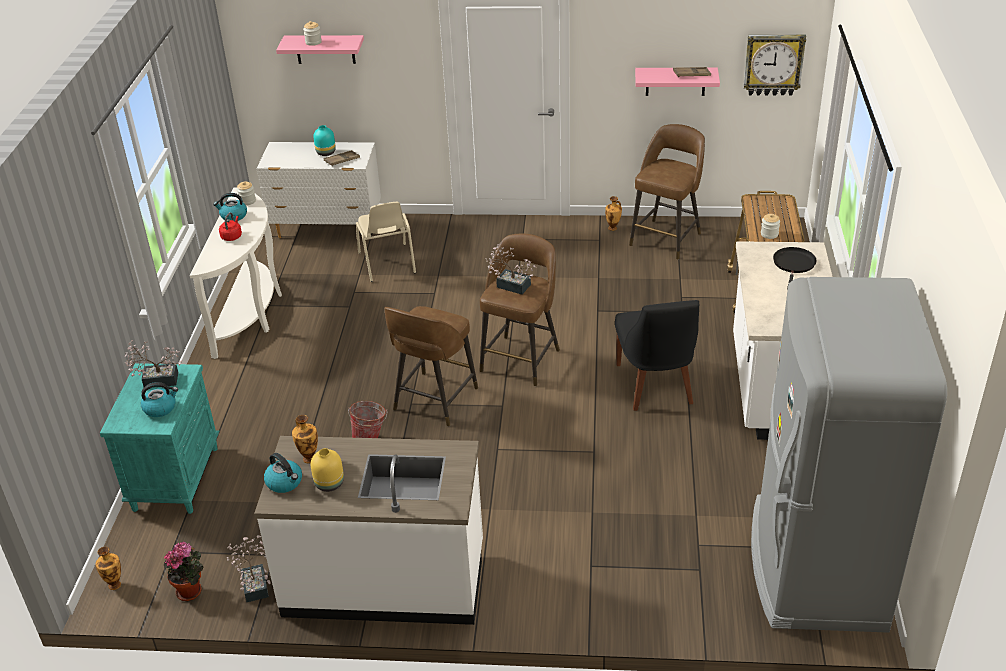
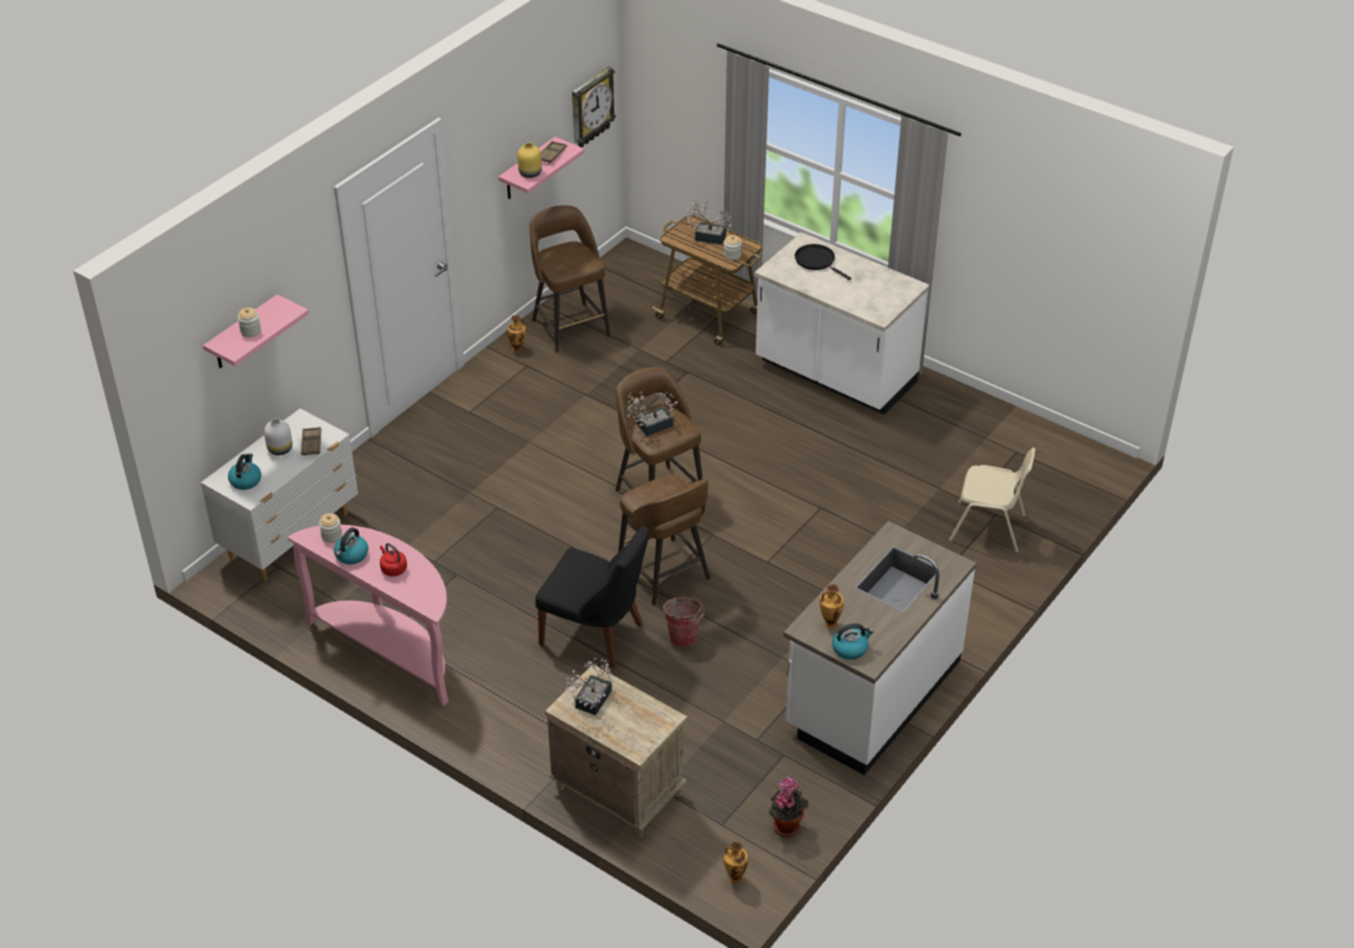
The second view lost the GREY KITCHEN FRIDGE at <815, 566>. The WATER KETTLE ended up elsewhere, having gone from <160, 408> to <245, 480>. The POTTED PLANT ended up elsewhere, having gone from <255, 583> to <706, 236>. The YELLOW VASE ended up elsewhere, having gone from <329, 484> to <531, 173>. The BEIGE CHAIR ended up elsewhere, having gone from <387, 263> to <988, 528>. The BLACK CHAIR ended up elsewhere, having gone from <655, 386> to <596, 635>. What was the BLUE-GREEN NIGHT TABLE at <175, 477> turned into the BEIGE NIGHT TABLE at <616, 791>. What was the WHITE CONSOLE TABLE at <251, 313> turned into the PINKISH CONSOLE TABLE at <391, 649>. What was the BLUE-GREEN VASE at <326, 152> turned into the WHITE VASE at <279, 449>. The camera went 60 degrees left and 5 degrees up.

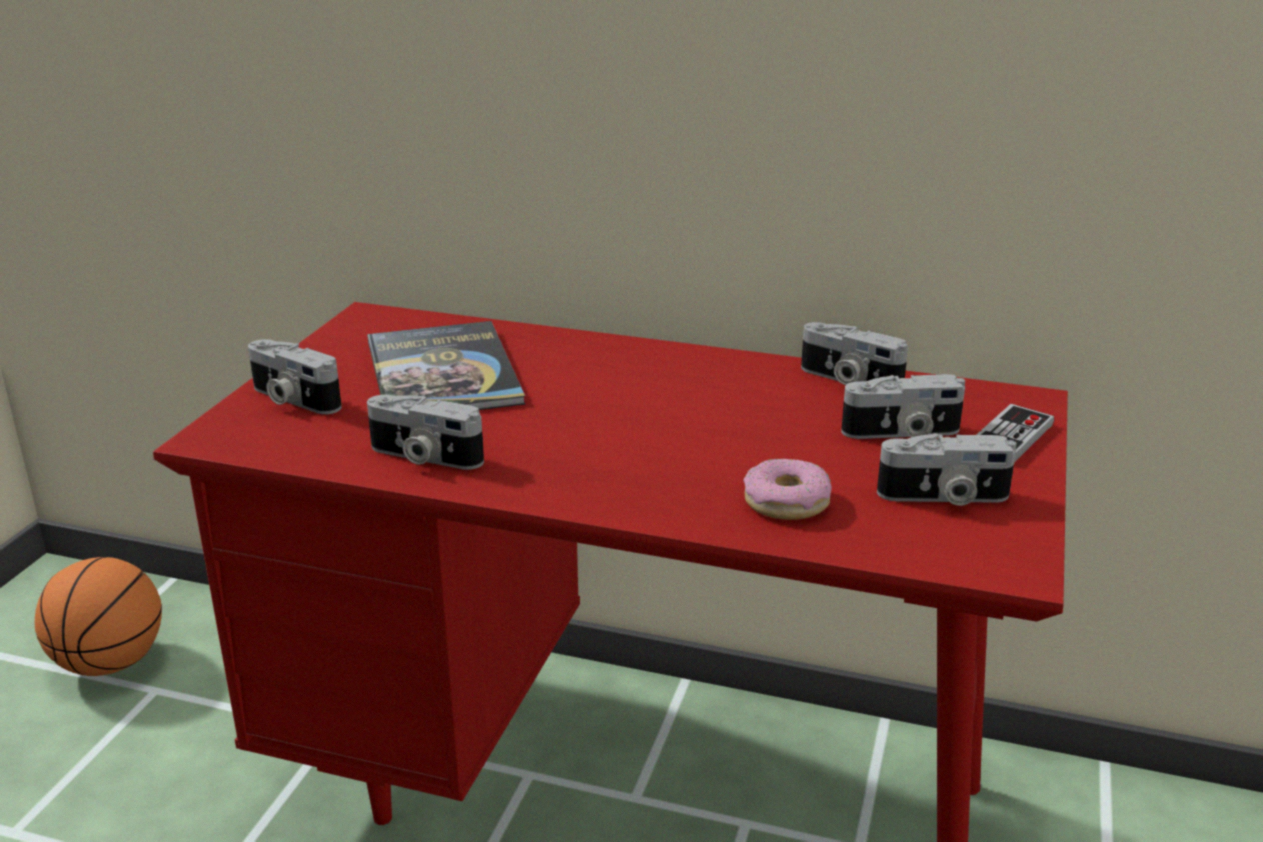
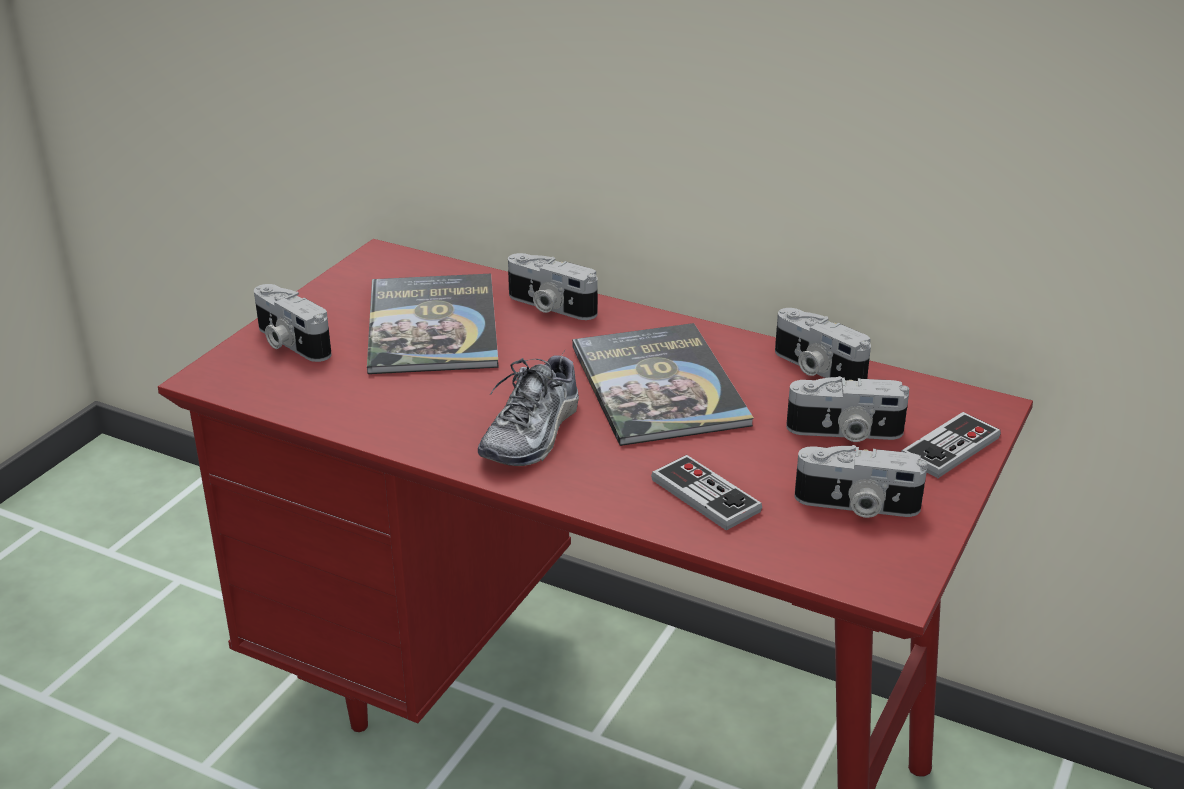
The second view lost the BALL FOR BASKETBALL at <110, 663>. The second view gained the LOW SHOE at <532, 433>. The second view gained the VOLUME at <659, 386>. The STILL CAMERA ended up elsewhere, having gone from <423, 457> to <549, 306>. Where the DOUGHNUT stood at <786, 502>, the JOYPAD came to stand at <705, 495>. The camera went 10 degrees right and 5 degrees up.

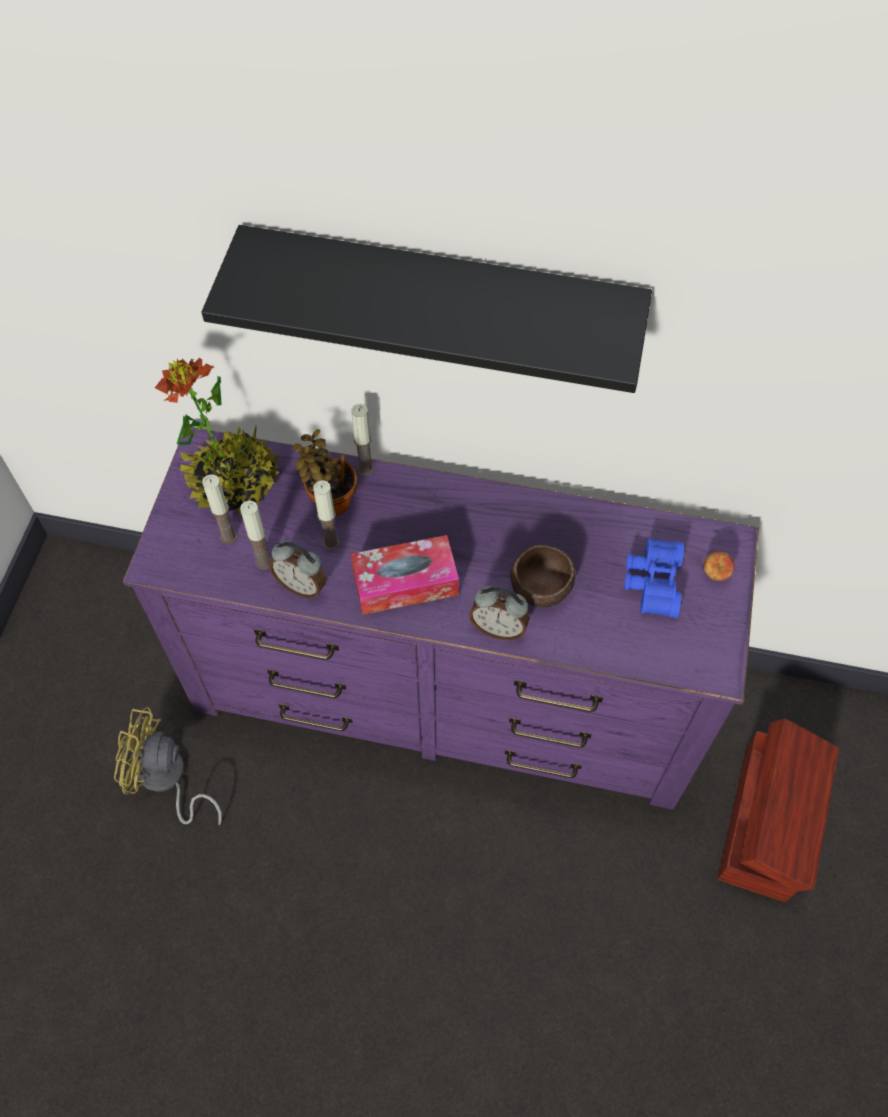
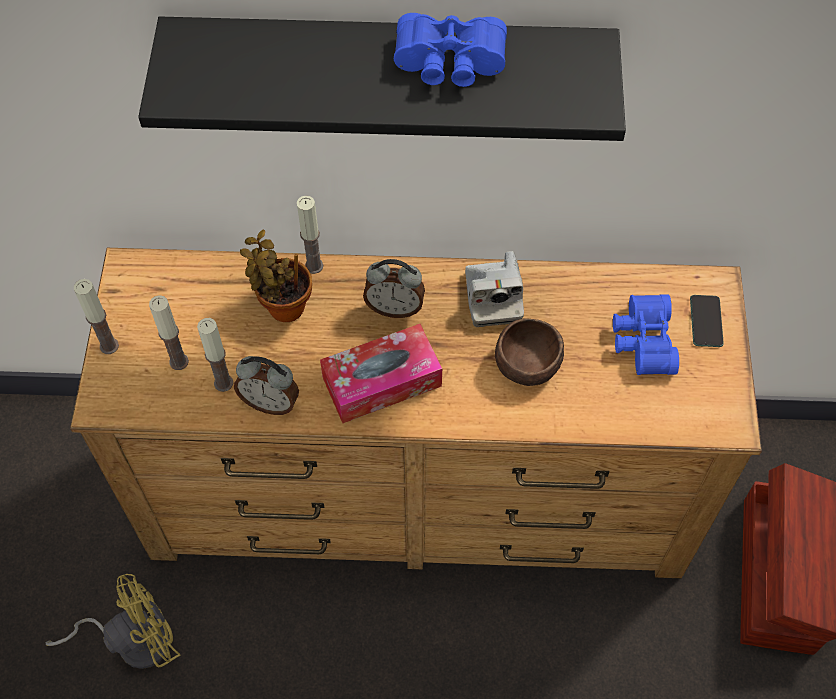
The second view lost the POTTED PLANT at <234, 482>. The second view gained the BLUISH BINOCULARS at <449, 65>. The second view gained the STILL CAMERA at <493, 297>. The CANDLE ended up elsewhere, having gone from <331, 542> to <109, 346>. The BEDSIDE CLOCK ended up elsewhere, having gone from <498, 628> to <394, 307>. Where the WHOLE APPLE stood at <715, 573>, the TELEPHONE came to stand at <706, 321>. What was the PURPLE DRAWER CHEST at <445, 690> turned into the BROWNISH DRAWER CHEST at <418, 492>. The YELLOW FAN at <166, 780> ended up facing another way, 150 degrees clockwise from before. The camera went 10 degrees left and 0 degrees up.

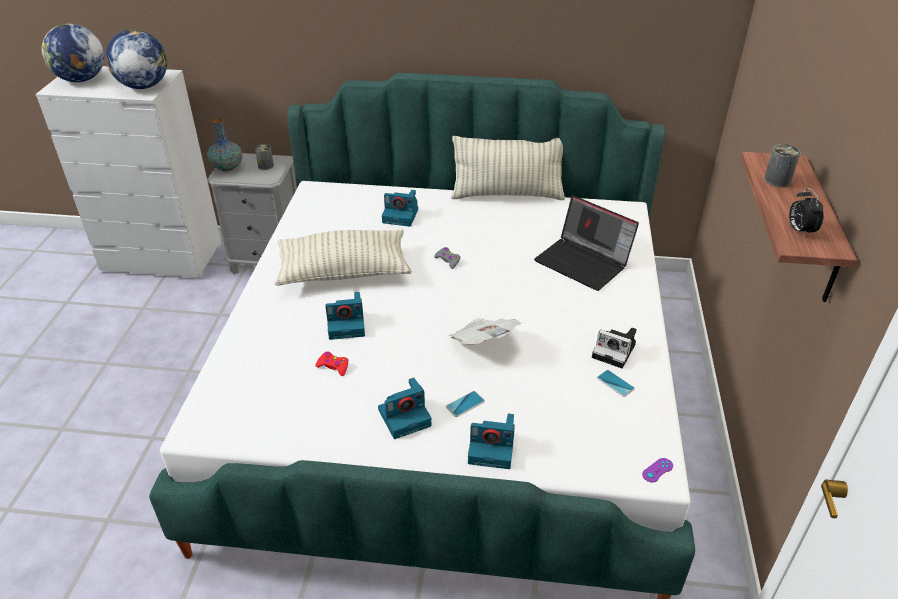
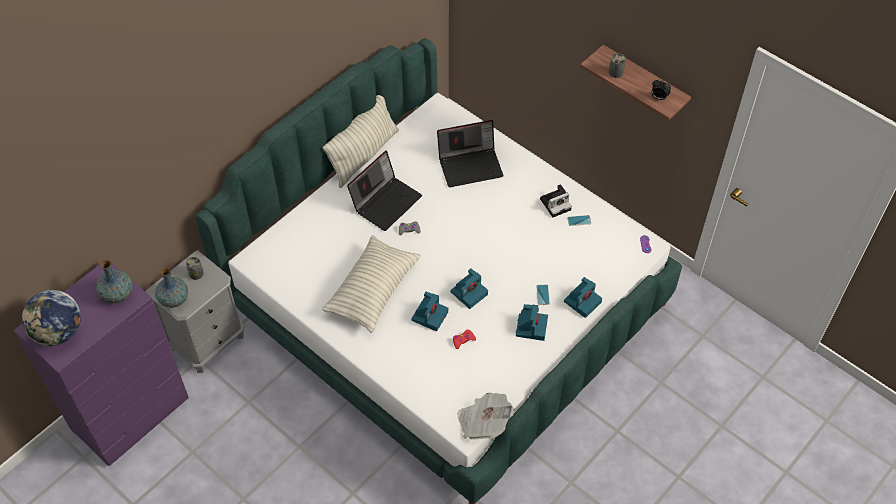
The second view gained the PORTABLE COMPUTER at <386, 201>. The STILL CAMERA ended up elsewhere, having gone from <401, 216> to <469, 292>. The NEWSPAPER ended up elsewhere, having gone from <483, 343> to <483, 423>. Where the DESK GLOBE stood at <143, 86>, the VASE came to stand at <117, 294>. What was the WHITE DRAWER CHEST at <163, 258> turned into the PURPLE DRAWER CHEST at <131, 413>. The camera went 55 degrees left and 15 degrees up.

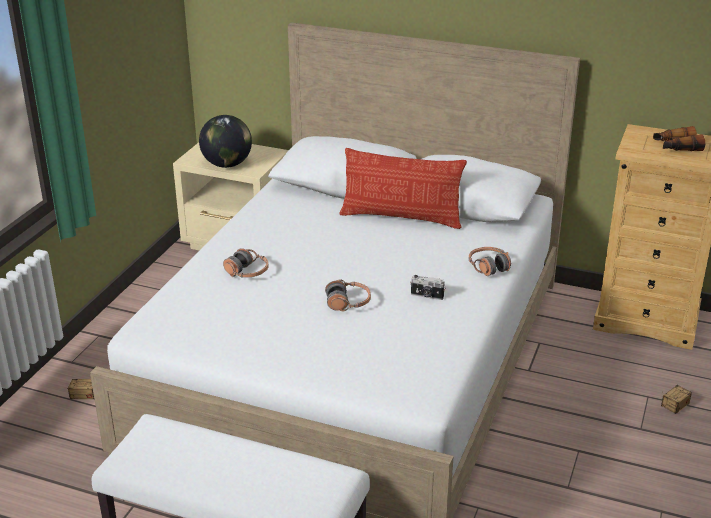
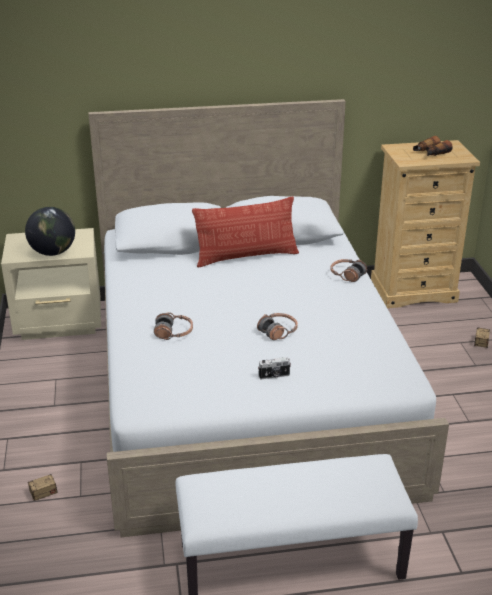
The STILL CAMERA ended up elsewhere, having gone from <427, 296> to <274, 376>. The camera went 30 degrees left and 0 degrees up.

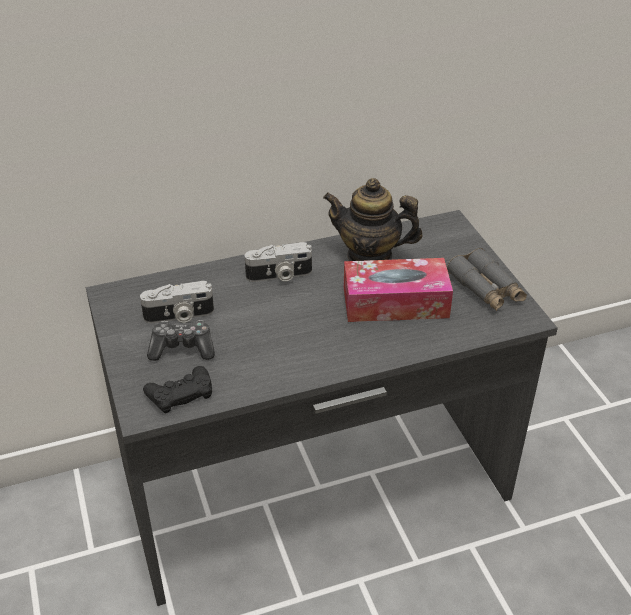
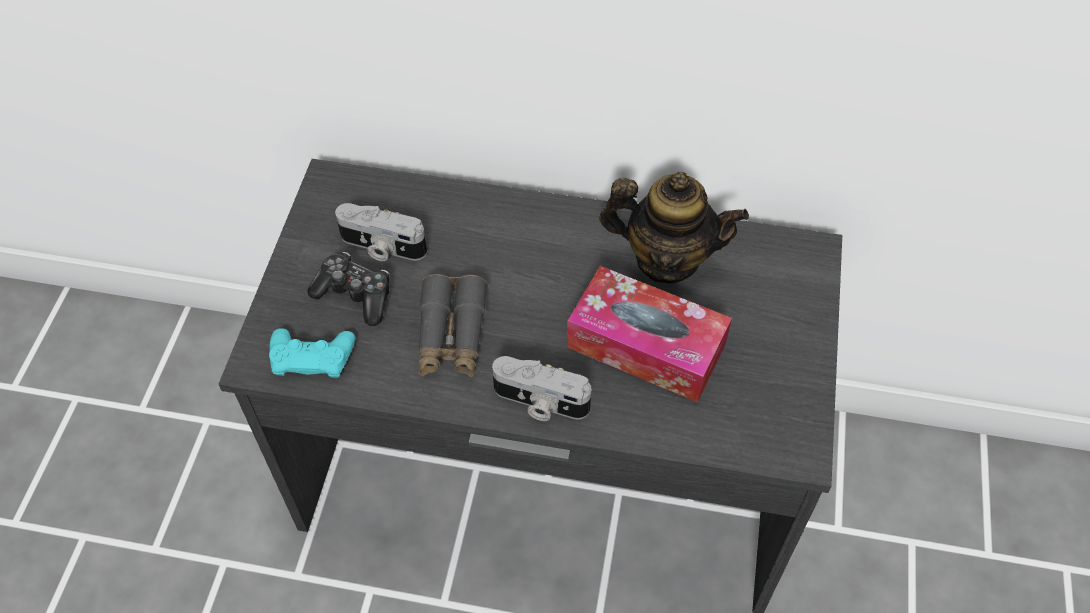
The STILL CAMERA ended up elsewhere, having gone from <279, 276> to <539, 402>. The GREY BINOCULARS ended up elsewhere, having gone from <486, 289> to <451, 335>. What was the BLACK JOYPAD at <180, 393> turned into the BLUE-GREEN JOYPAD at <312, 356>. The POT FOR TEA at <370, 256> ended up facing another way, 150 degrees clockwise from before. The camera went 30 degrees right and 15 degrees up.

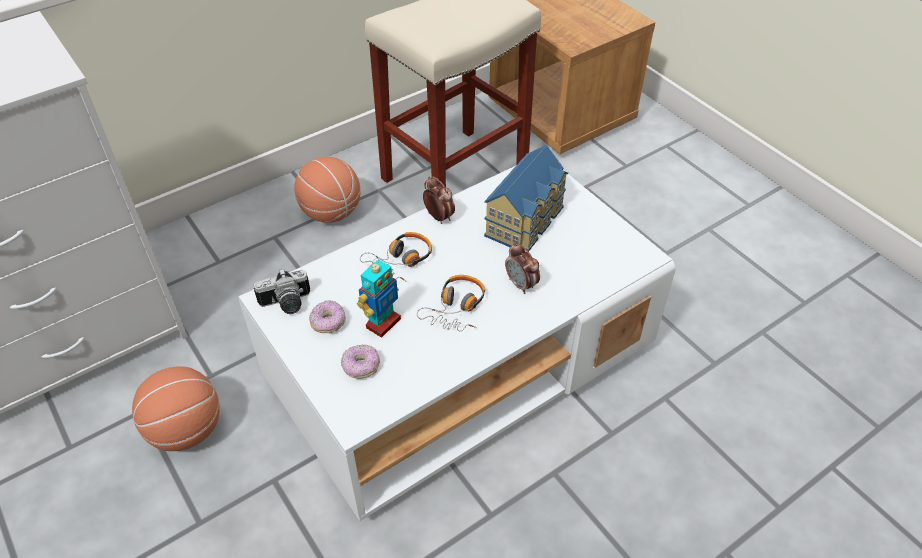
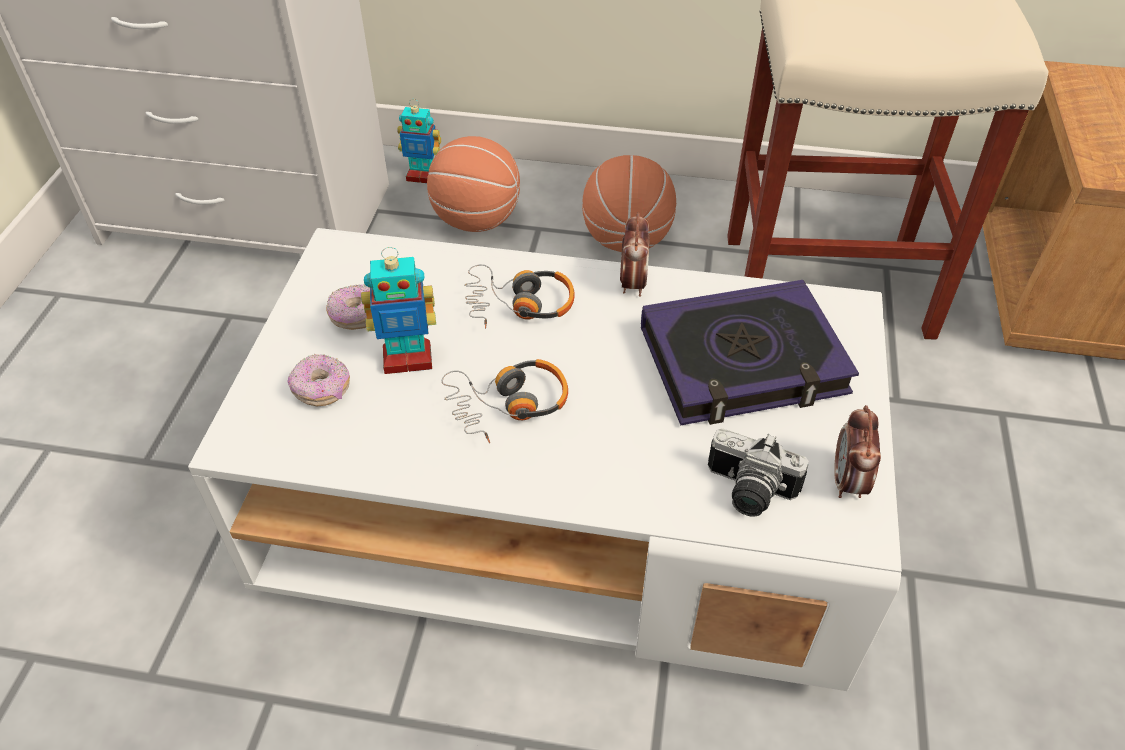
The second view gained the MODEL ROBOT at <423, 176>. The BALL FOR BASKETBALL ended up elsewhere, having gone from <186, 430> to <476, 220>. The STILL CAMERA ended up elsewhere, having gone from <286, 304> to <747, 492>. The BEDSIDE CLOCK ended up elsewhere, having gone from <521, 284> to <848, 482>. Where the TOY HOUSE stood at <527, 220>, the VOLUME came to stand at <743, 362>. The camera went 45 degrees right and 0 degrees up.

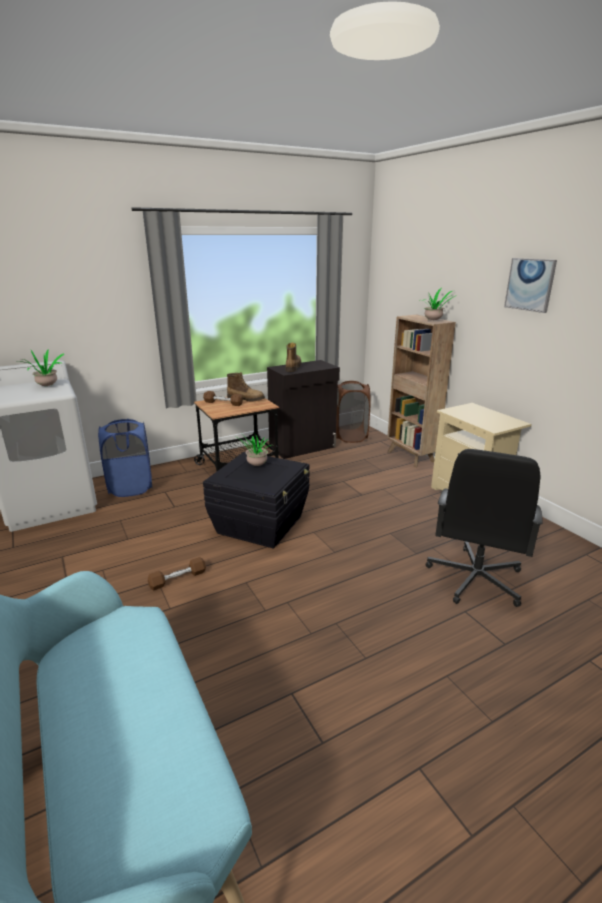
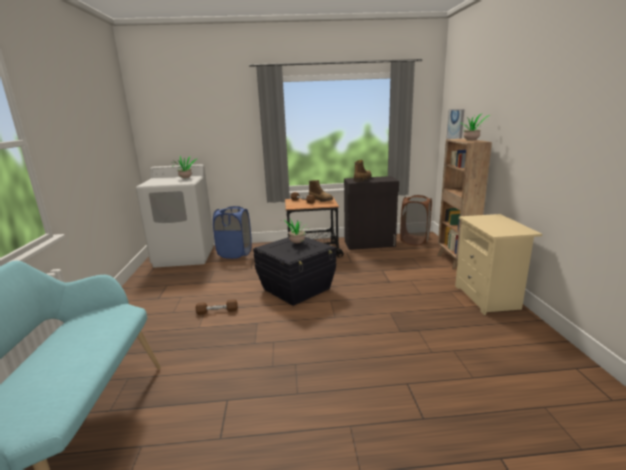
The second view lost the BLACK OFFICE CHAIR at <474, 579>. The PICTURE ended up elsewhere, having gone from <530, 284> to <456, 125>. The camera went 25 degrees right and 5 degrees down.

